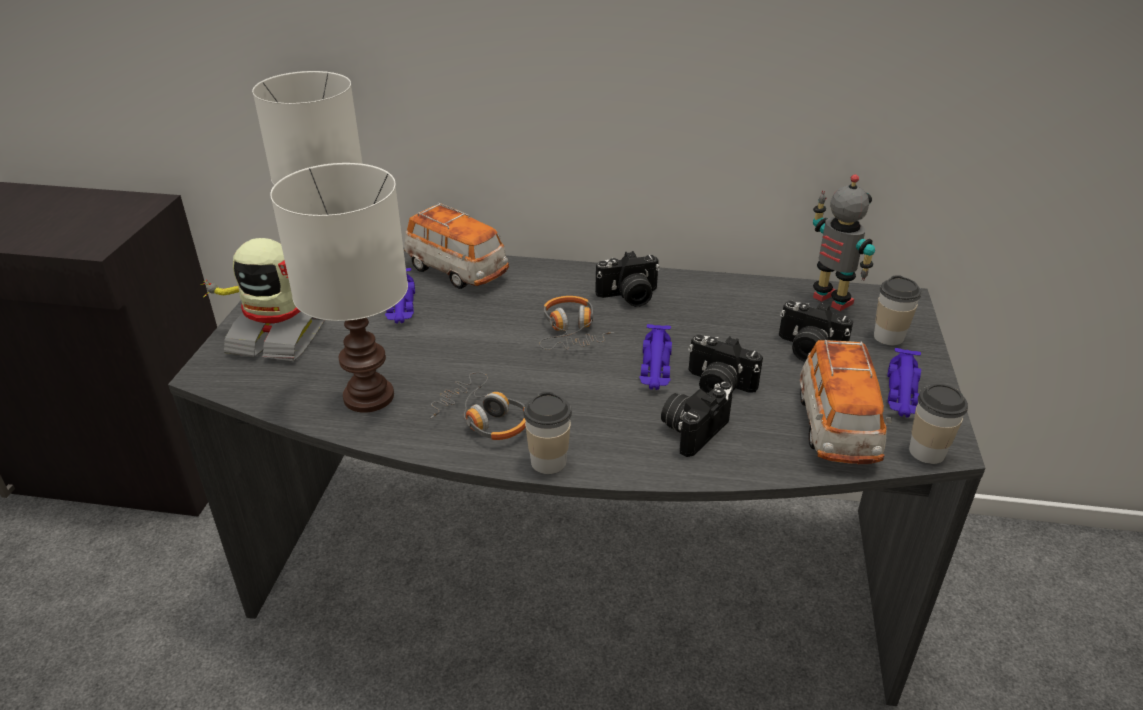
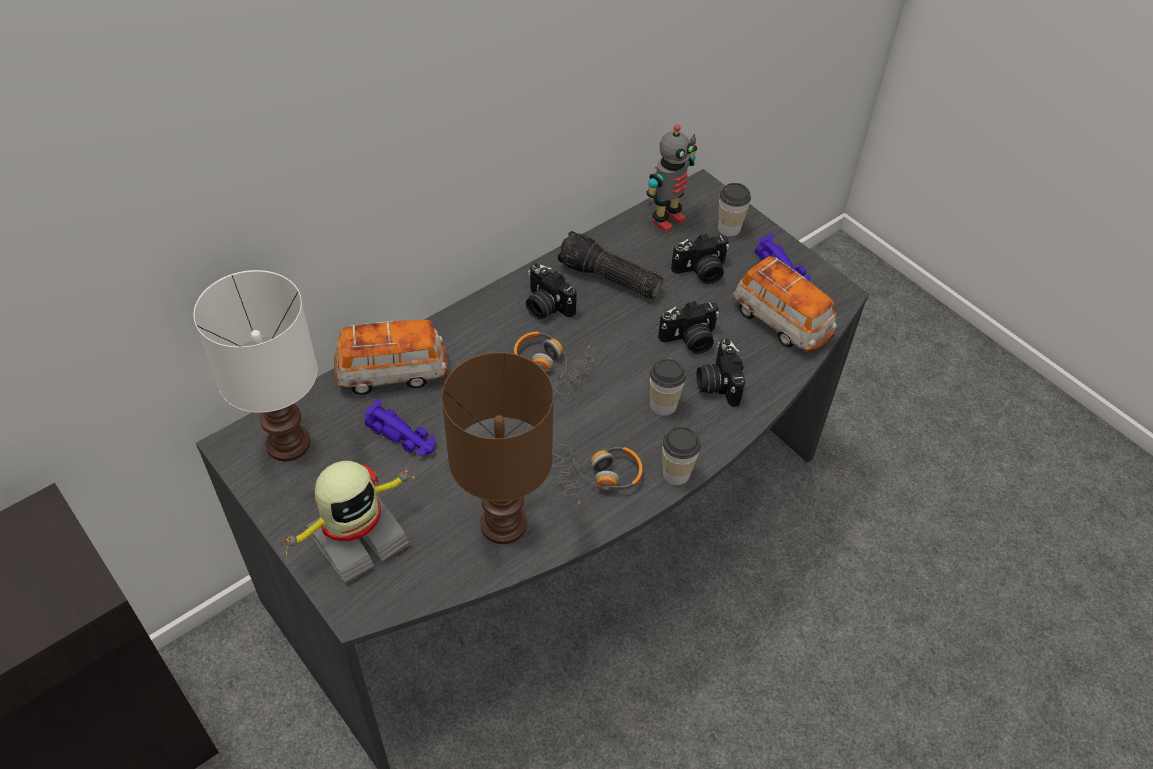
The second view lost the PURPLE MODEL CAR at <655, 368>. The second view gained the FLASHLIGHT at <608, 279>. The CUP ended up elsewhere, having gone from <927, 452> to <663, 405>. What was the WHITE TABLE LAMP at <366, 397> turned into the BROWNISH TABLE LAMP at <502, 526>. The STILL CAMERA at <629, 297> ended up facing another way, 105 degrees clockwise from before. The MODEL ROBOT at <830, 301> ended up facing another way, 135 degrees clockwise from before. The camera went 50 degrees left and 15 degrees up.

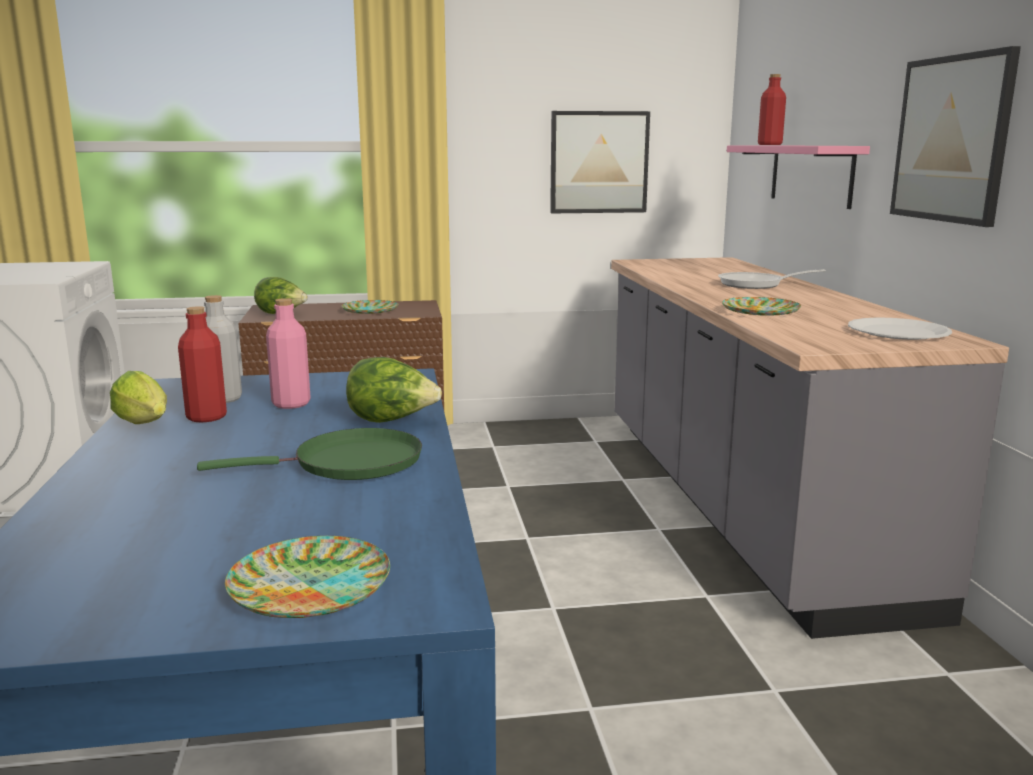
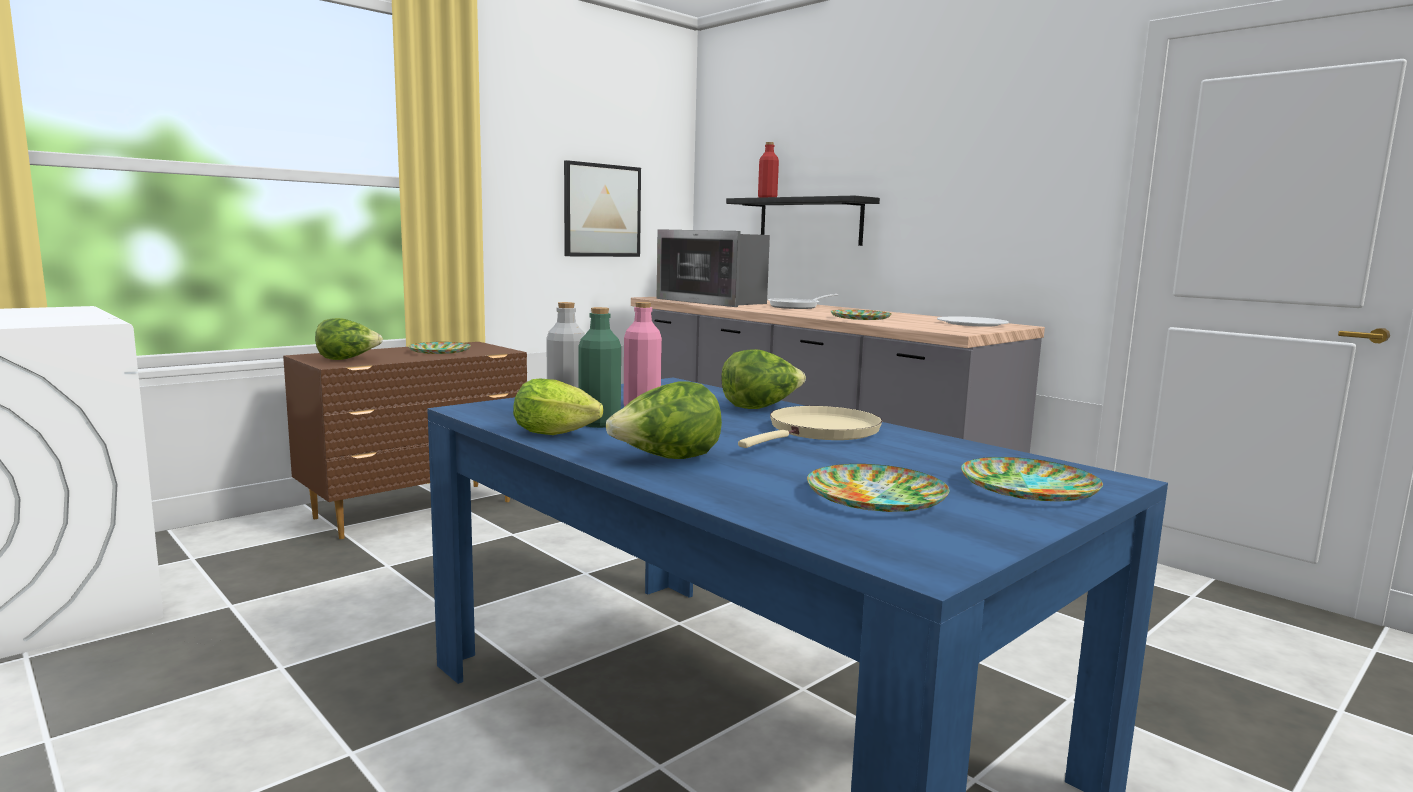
The second view lost the PICTURE at <951, 139>. The second view gained the HEAD OF LETTUCE at <667, 460>. The second view gained the MICROWAVE at <714, 301>. The second view gained the PLATE at <877, 497>. What was the REDDISH BOTTLE at <206, 417> turned into the GREEN BOTTLE at <599, 423>. What was the GREEN FRYING PAN at <349, 463> turned into the BEIGE FRYING PAN at <820, 432>. What was the PINKISH BRACKET SHELF at <811, 174> turned into the BLACK BRACKET SHELF at <810, 221>. The camera went 35 degrees left and 5 degrees down.

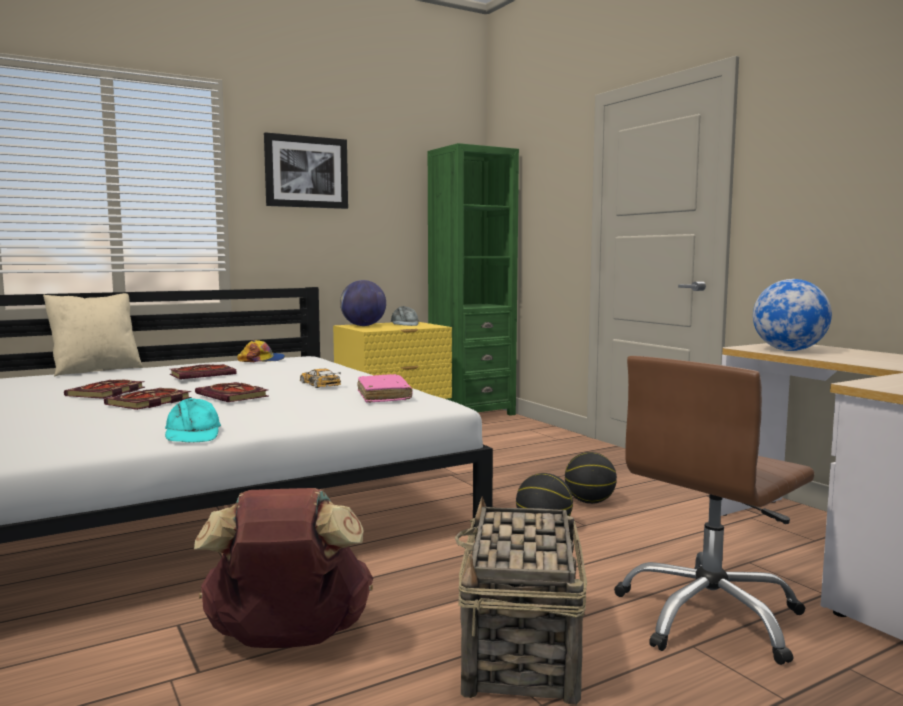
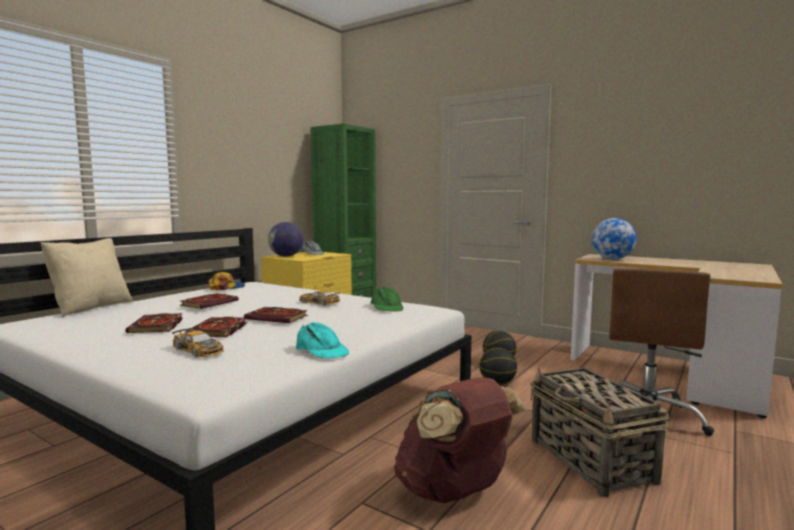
The second view lost the PICTURE at <306, 172>. The second view gained the MODEL CAR at <198, 350>. Where the PINKISH VOLUME stood at <384, 396>, the GREEN PEAKED CAP came to stand at <386, 307>. The camera went 25 degrees left and 0 degrees up.

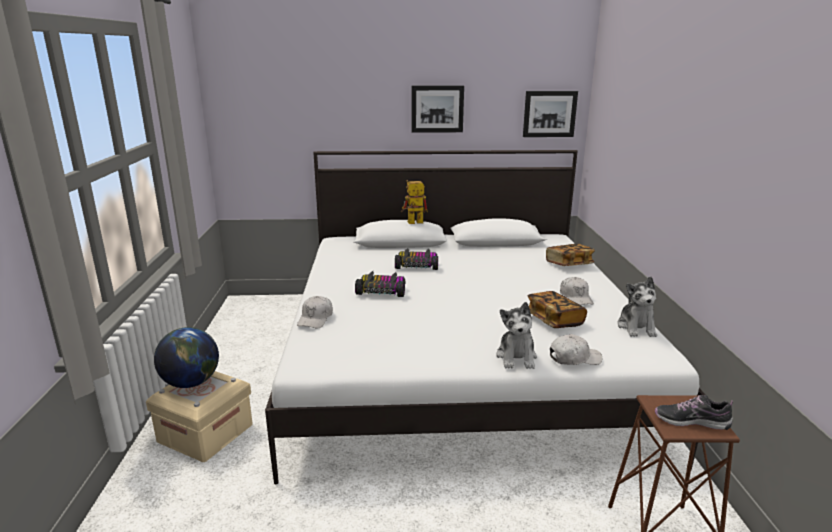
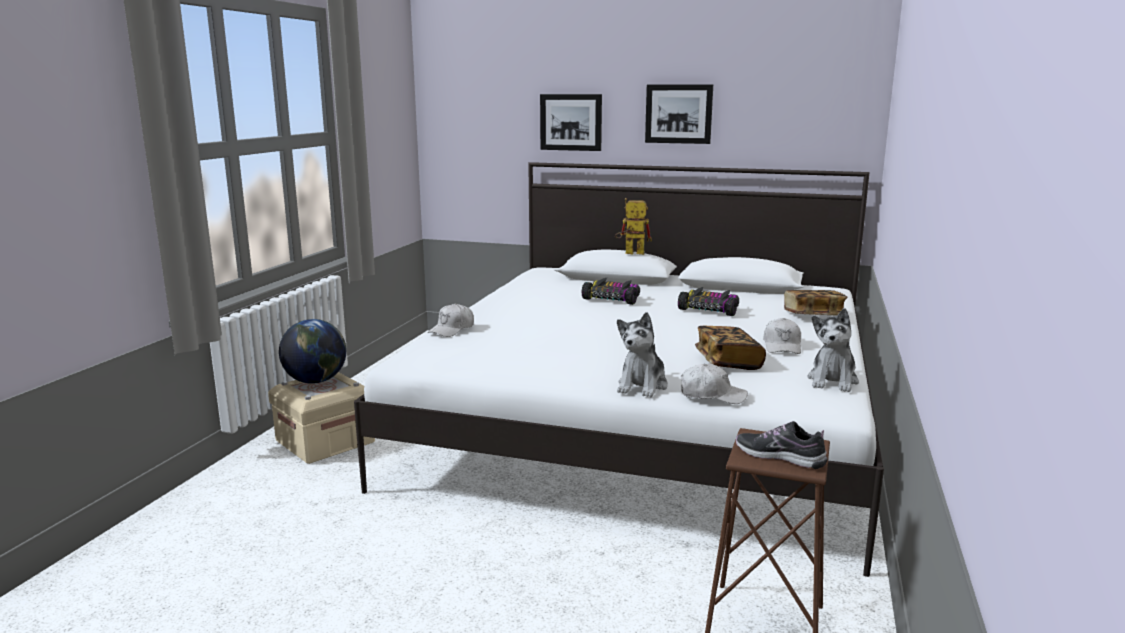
The MODEL CAR ended up elsewhere, having gone from <381, 291> to <709, 310>. The PICTURE ended up elsewhere, having gone from <549, 114> to <571, 122>. The camera went 20 degrees right and 5 degrees down.

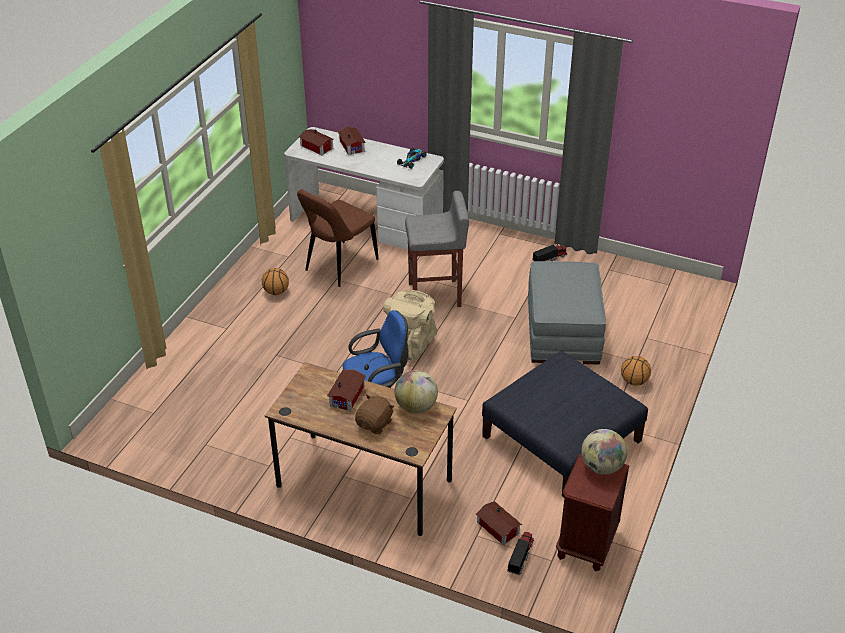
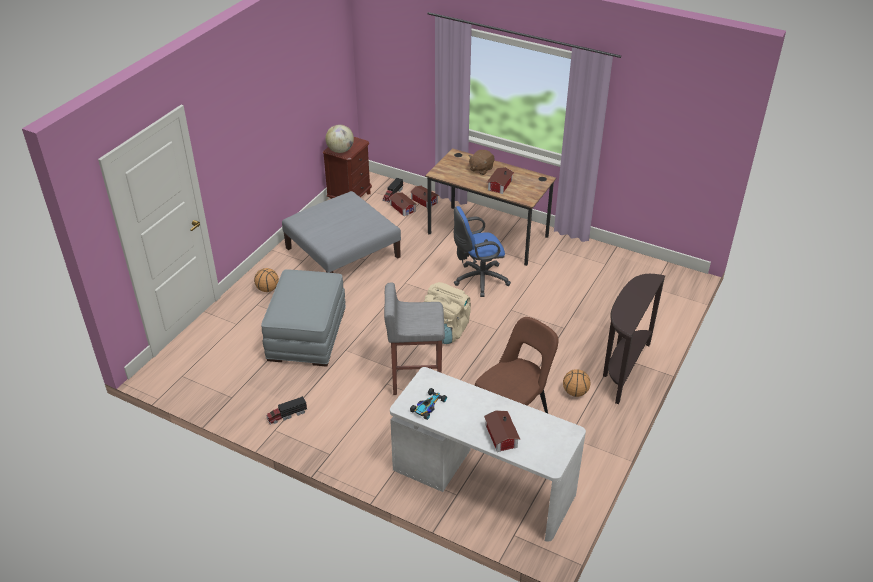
The second view lost the DESK GLOBE at <416, 407>. The second view gained the BROWNISH CONSOLE TABLE at <622, 369>. The TOY HOUSE ended up elsewhere, having gone from <317, 147> to <424, 200>. What was the BLUISH POUFFE at <561, 440> turned into the GREY POUFFE at <343, 252>. The camera went 175 degrees left and 0 degrees up.

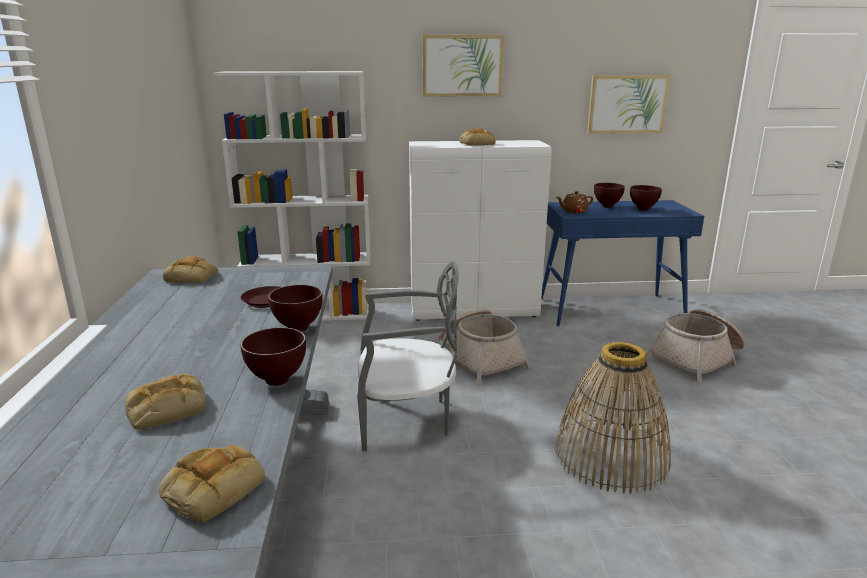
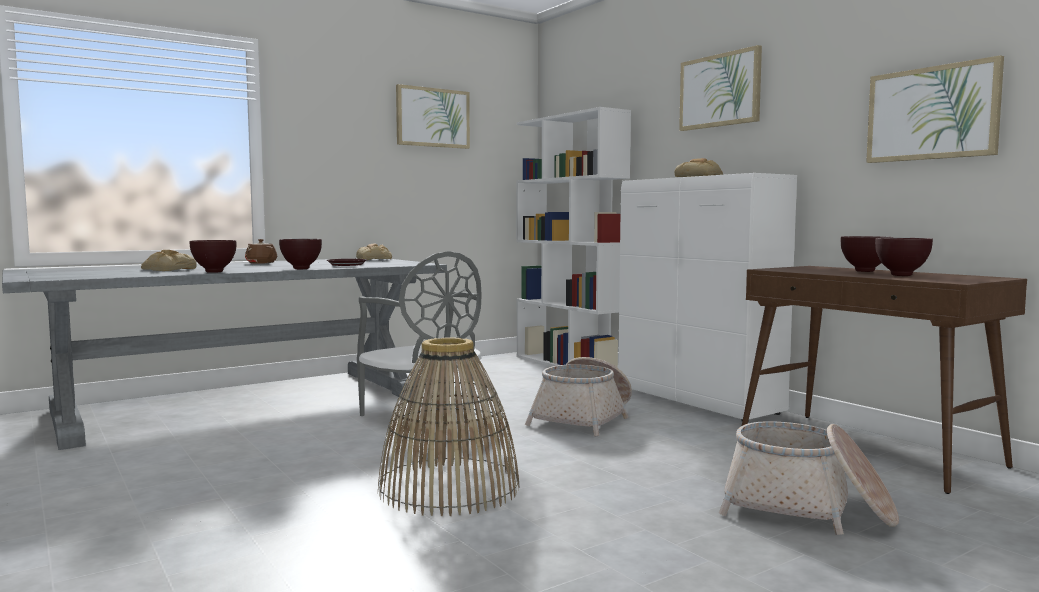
The second view lost the BAKED BREAD at <214, 488>. The second view gained the PICTURE at <432, 117>. The BROWNISH POT FOR TEA ended up elsewhere, having gone from <574, 211> to <261, 263>. What was the BLUISH CONSOLE TABLE at <610, 310> turned into the BROWNISH CONSOLE TABLE at <867, 449>. The camera went 60 degrees right and 15 degrees down.

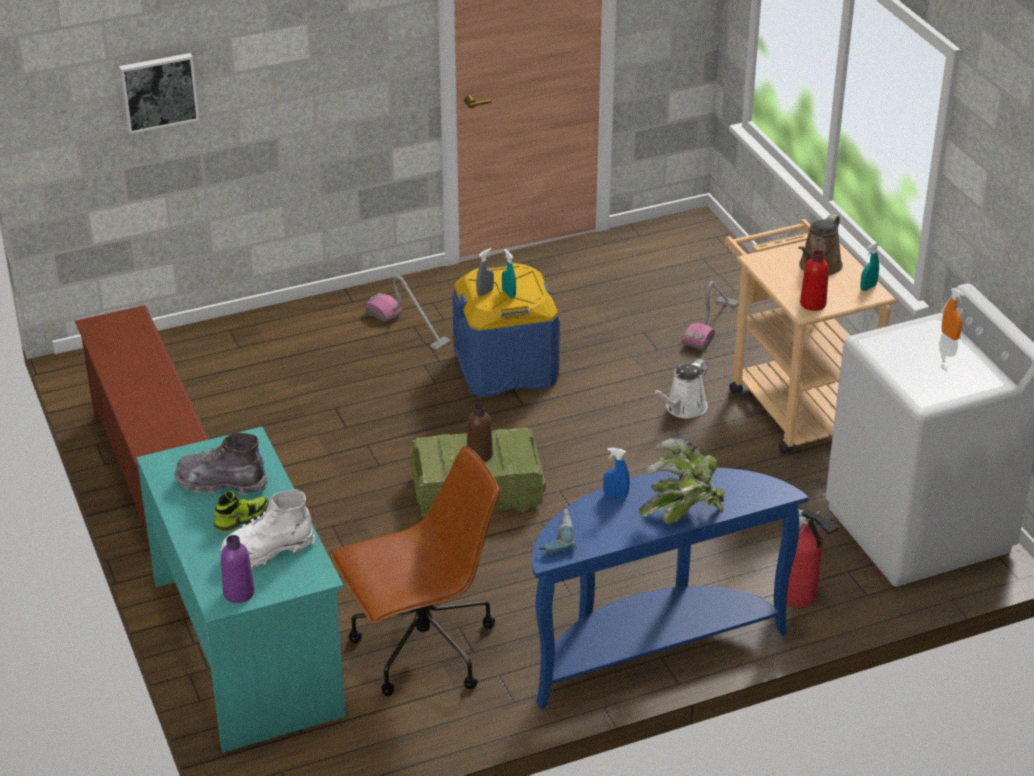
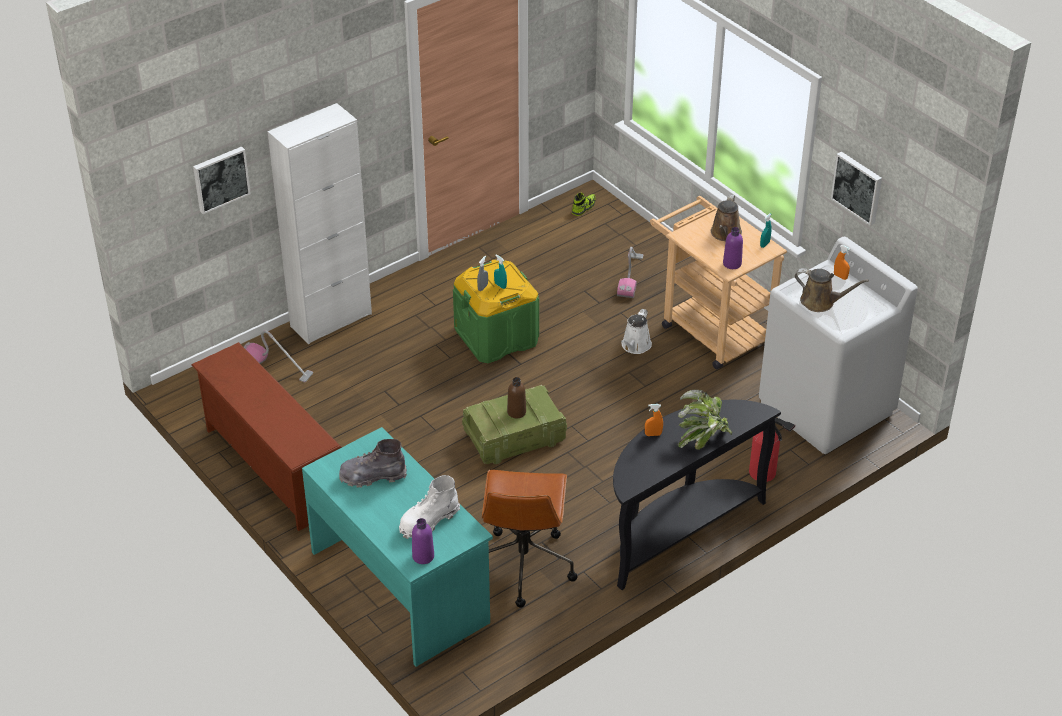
The second view lost the ELECTRIC DRILL at <555, 536>. The second view gained the WHITE CUPBOARD at <331, 320>. The second view gained the BROWNISH WATERING POT at <821, 302>. The second view gained the PICTURE at <858, 187>. The LOW SHOE ended up elsewhere, having gone from <241, 518> to <583, 207>. The VACUUM CLEANER ended up elsewhere, having gone from <407, 327> to <276, 366>. What was the BLUISH STORAGE BOX at <506, 368> turned into the GREEN STORAGE BOX at <496, 336>. What was the BLUISH CONSOLE TABLE at <649, 647> turned into the BLACK CONSOLE TABLE at <677, 531>. What was the BLUISH HAND SPRAYER at <615, 495> turned into the ORANGEY HAND SPRAYER at <653, 434>. What was the REDDISH BOTTLE at <813, 304> turned into the PURPLE BOTTLE at <732, 263>. The BROWNISH OFFICE CHAIR at <422, 650> ended up facing another way, 135 degrees clockwise from before. The camera went 15 degrees left and 5 degrees up.

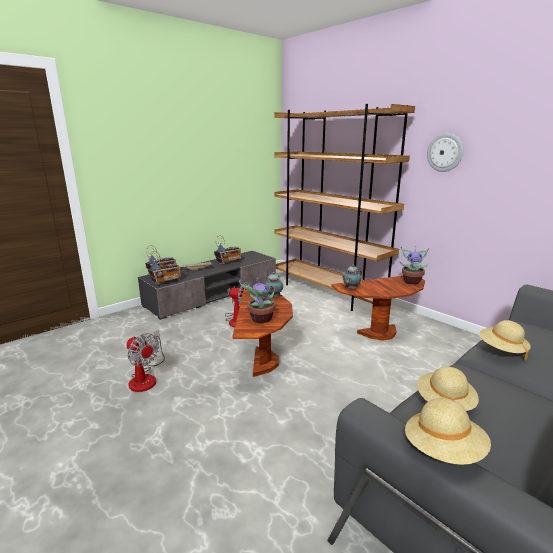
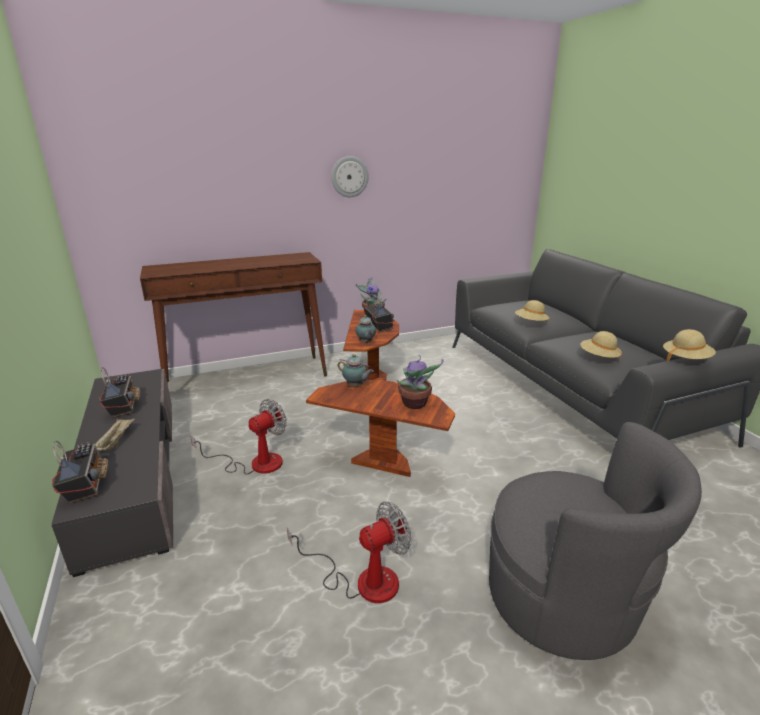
The second view gained the GREY ARMCHAIR at <564, 597>. The RADIO SET ended up elsewhere, having gone from <166, 281> to <379, 327>. Where the BROWNISH SHELVING UNIT stood at <328, 292>, the BROWNISH CONSOLE TABLE came to stand at <248, 378>. The camera went 70 degrees left and 5 degrees up.

